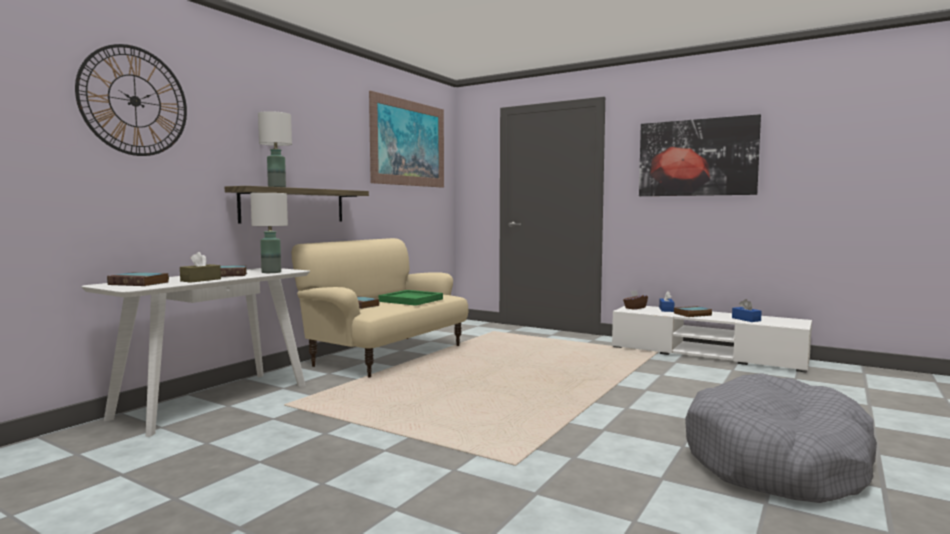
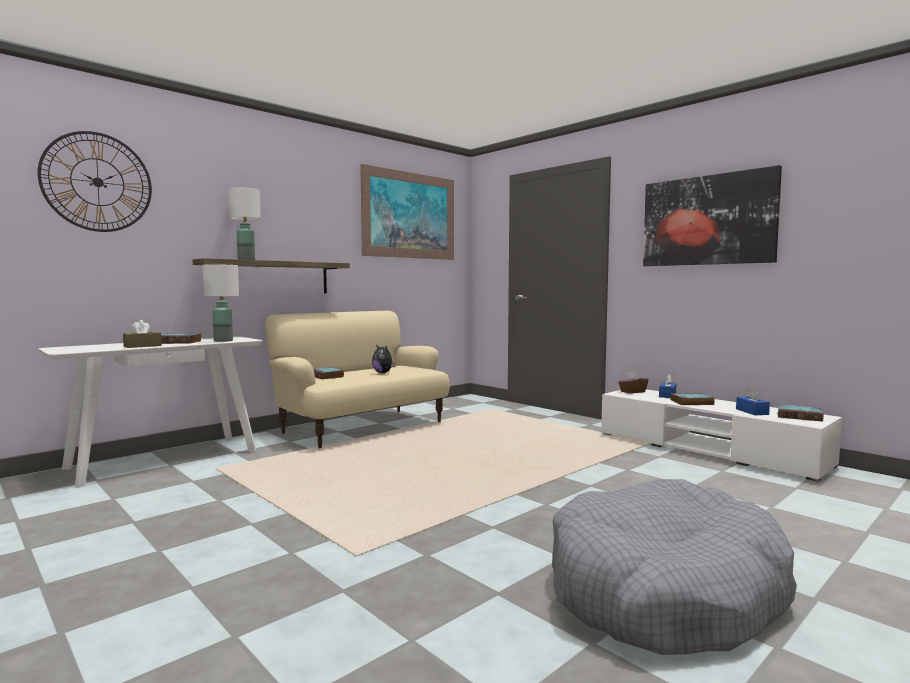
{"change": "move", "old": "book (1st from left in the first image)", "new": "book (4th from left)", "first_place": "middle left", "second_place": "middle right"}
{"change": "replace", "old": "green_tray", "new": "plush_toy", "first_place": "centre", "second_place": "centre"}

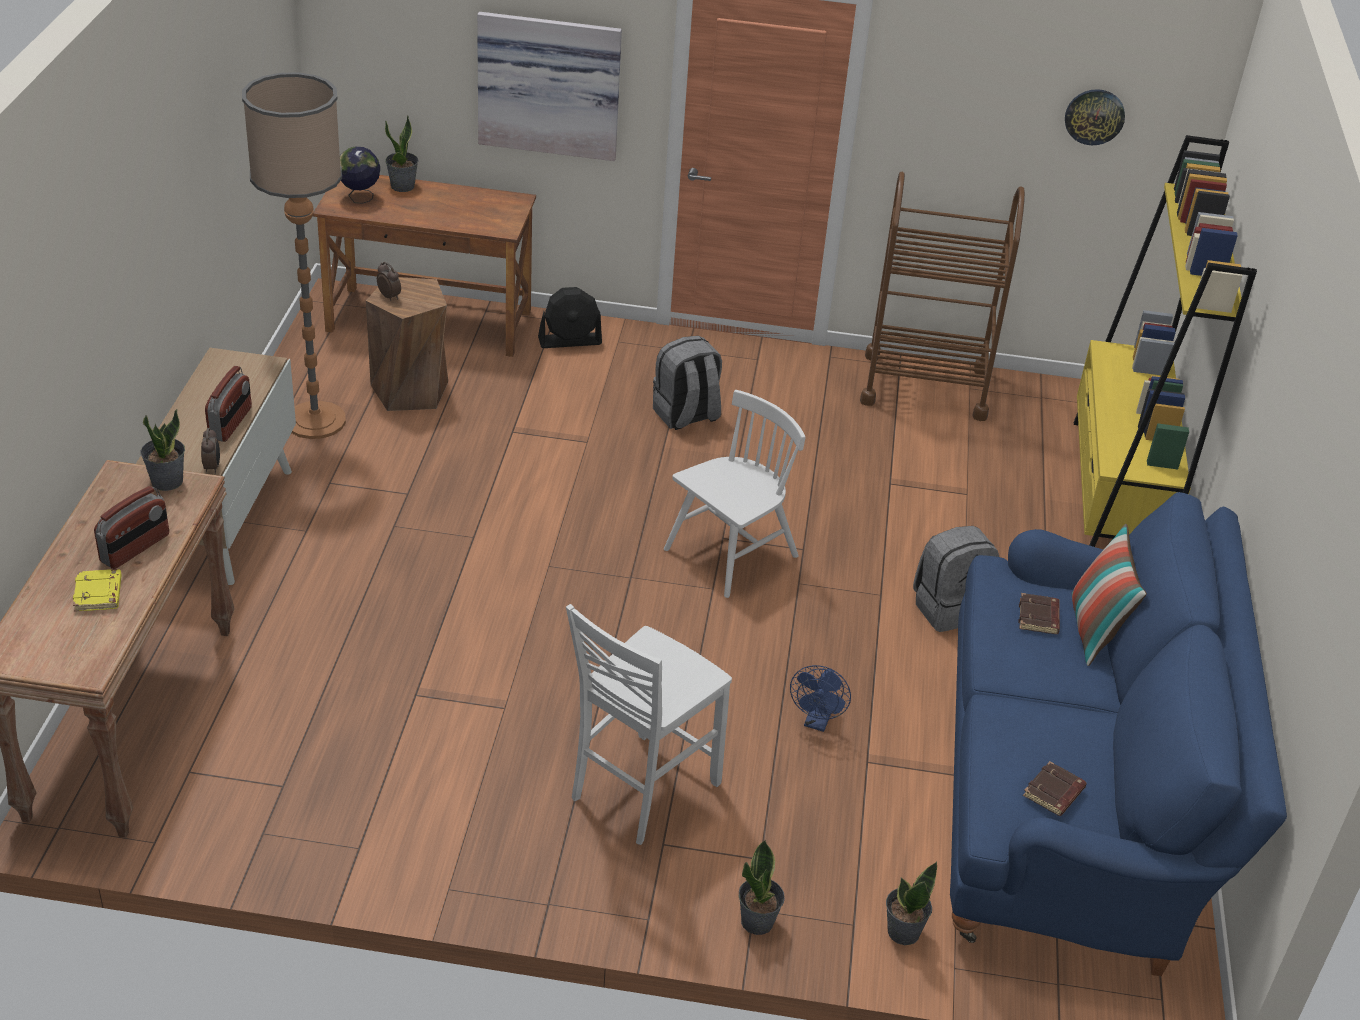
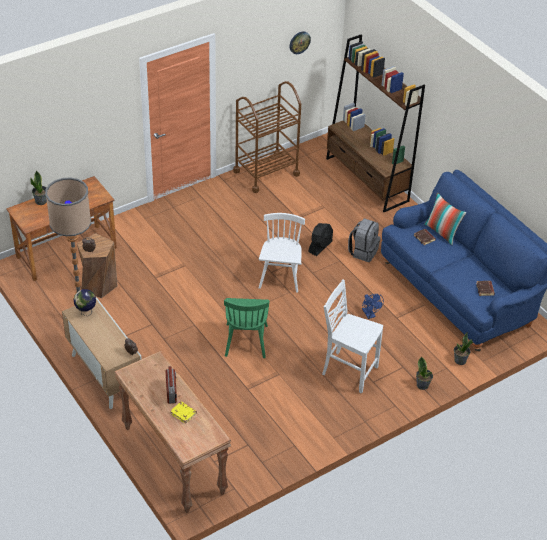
{"change": "delete", "old": "potted_plant (1st from left)", "first_place": "middle left"}
{"change": "delete", "old": "radio (2nd from left)", "first_place": "middle left"}
{"change": "move", "old": "globe", "first_place": "top left", "second_place": "middle left"}
{"change": "delete", "old": "picture", "first_place": "top centre"}
{"change": "move", "old": "black_fan", "first_place": "top centre", "second_place": "centre"}
{"change": "rotate", "old": "white_chair (1st from left in the first image)", "first_place": "bottom centre", "second_place": "centre", "degrees": 120}
{"change": "delete", "old": "grey_backpack (1st from left)", "first_place": "centre"}
{"change": "recolor", "old": "yellow_bookcase", "new": "brown_bookcase", "first_place": "middle right", "second_place": "top right"}
{"change": "insert", "new": "green_chair", "second_place": "centre"}

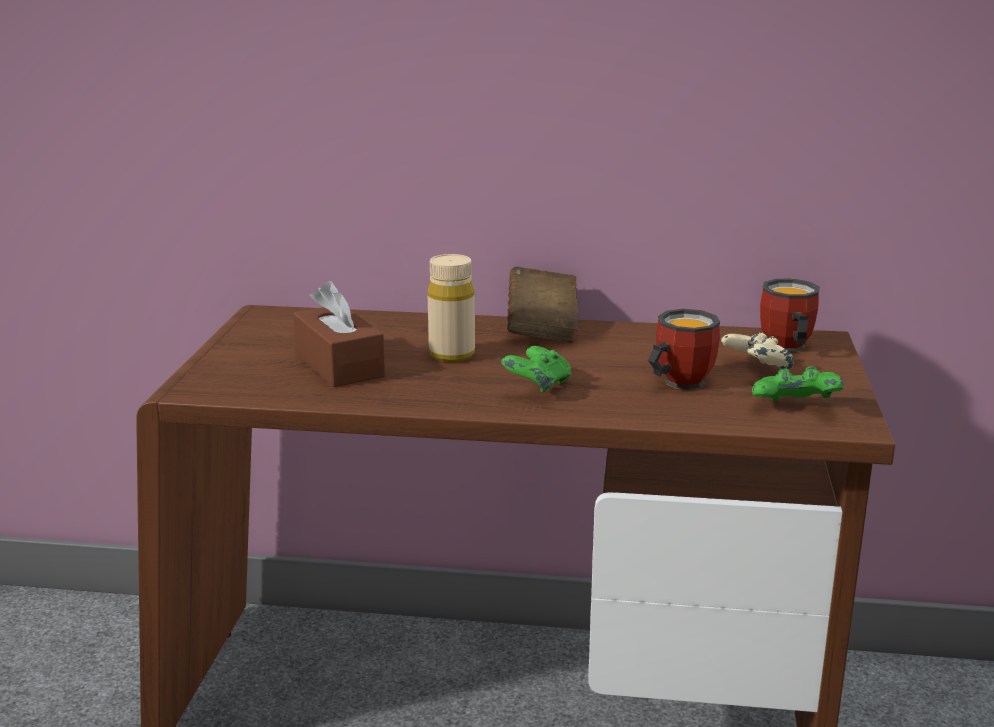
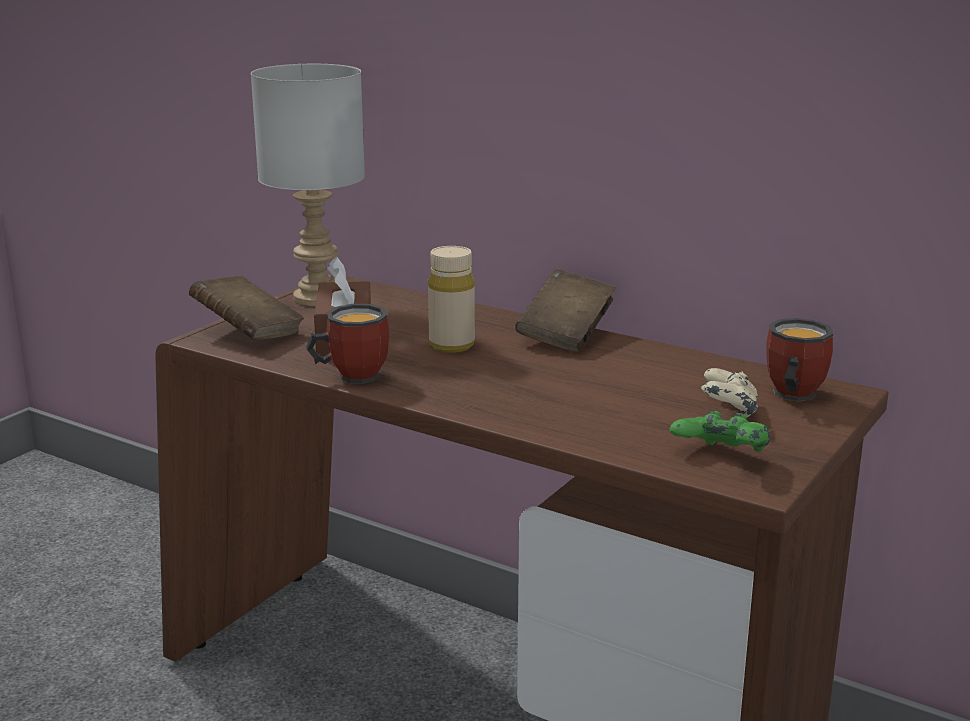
{"change": "delete", "old": "green_game_controller (1st from left)", "first_place": "centre"}
{"change": "move", "old": "mug (1st from left)", "first_place": "middle right", "second_place": "centre"}
{"change": "insert", "new": "brown_book (1st from left)", "second_place": "middle left"}
{"change": "insert", "new": "grey_table_lamp", "second_place": "top left"}

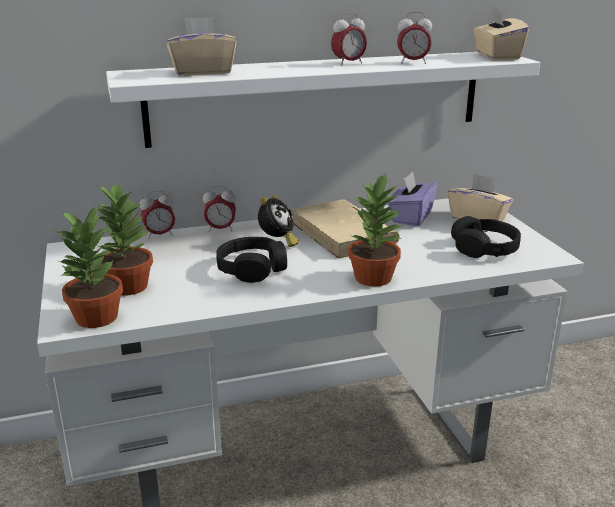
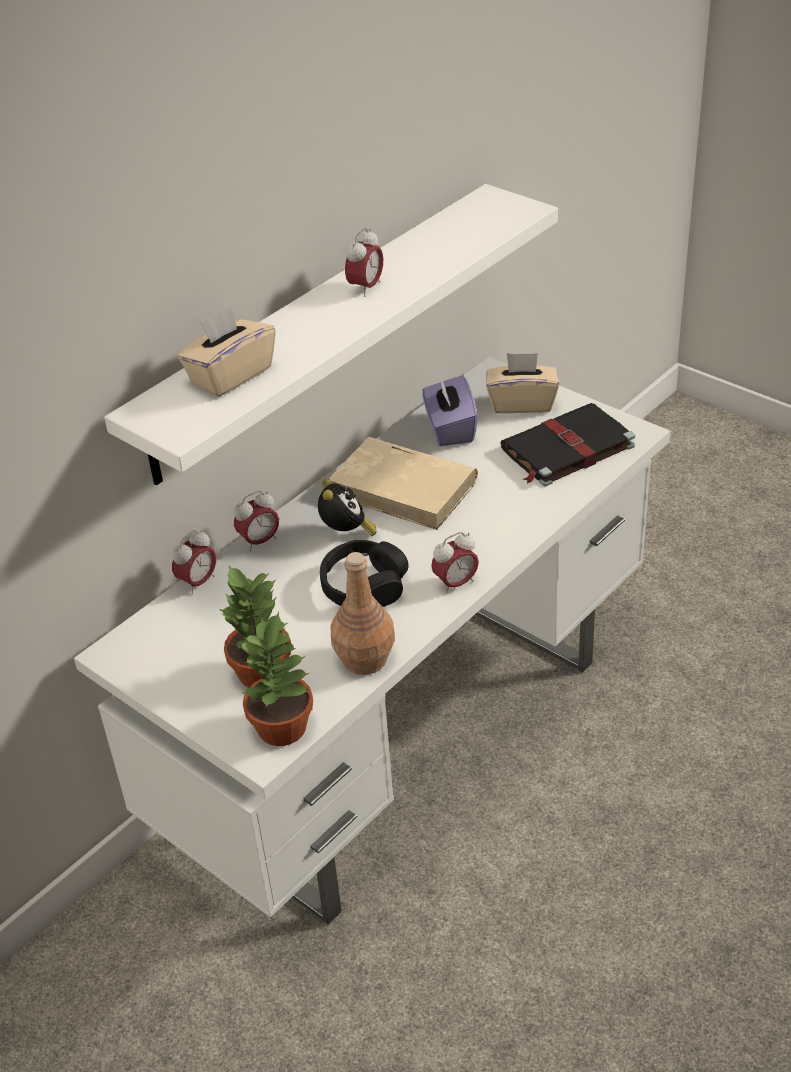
{"change": "delete", "old": "potted_plant (3rd from left)", "first_place": "centre"}
{"change": "move", "old": "alarm_clock (5th from left)", "first_place": "top right", "second_place": "centre"}
{"change": "replace", "old": "black_headphones (2nd from left)", "new": "black_book", "first_place": "middle right", "second_place": "middle right"}
{"change": "delete", "old": "beige_tissue_box (3rd from left)", "first_place": "top right"}
{"change": "insert", "new": "brown_bottle", "second_place": "centre"}

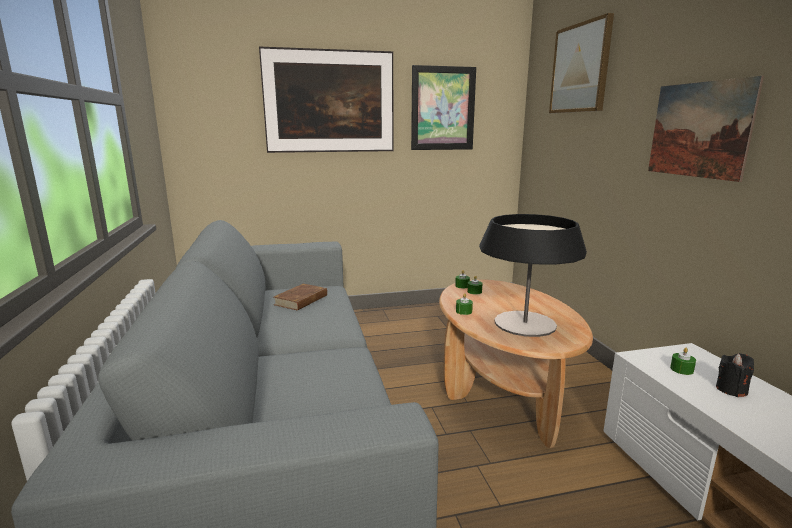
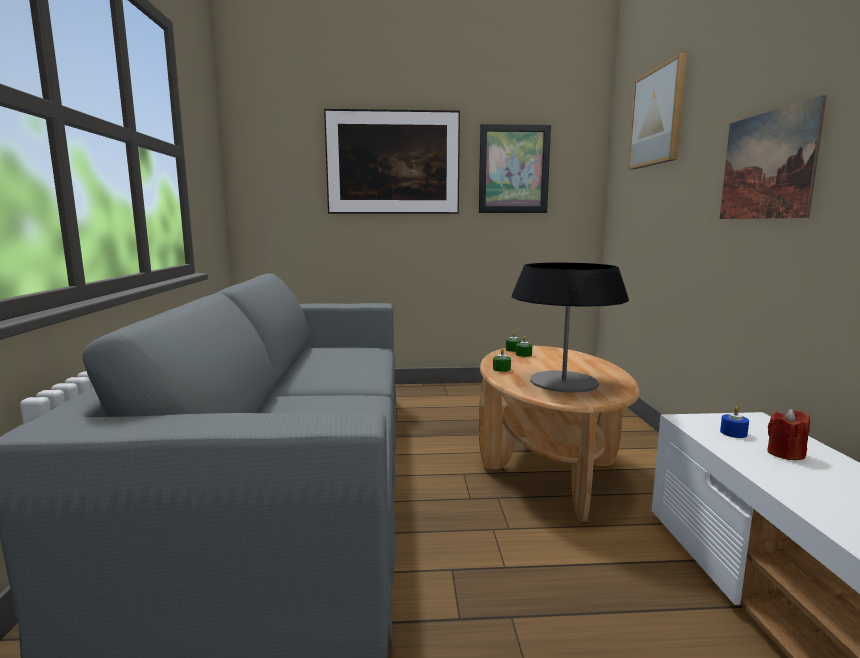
{"change": "delete", "old": "brown_book", "first_place": "centre"}
{"change": "recolor", "old": "green_candle (4th from left)", "new": "blue_candle", "first_place": "bottom right", "second_place": "middle right"}
{"change": "recolor", "old": "black_candle", "new": "red_candle", "first_place": "bottom right", "second_place": "middle right"}

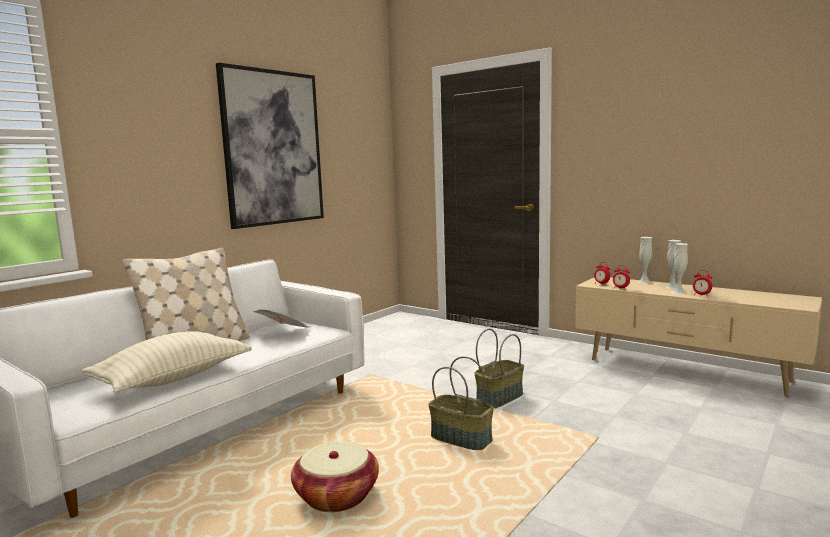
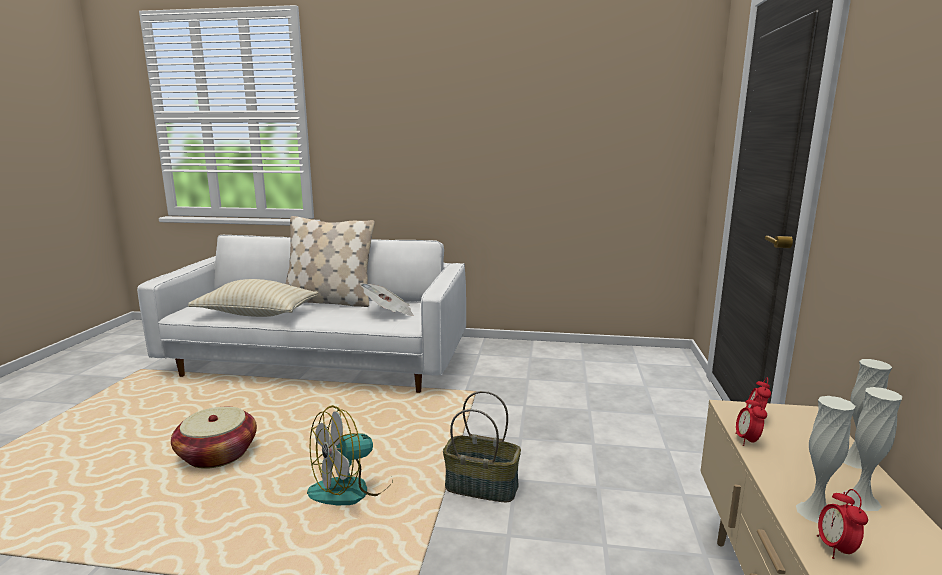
{"change": "delete", "old": "picture", "first_place": "top left"}
{"change": "replace", "old": "basket (2nd from left)", "new": "fan", "first_place": "bottom centre", "second_place": "bottom centre"}

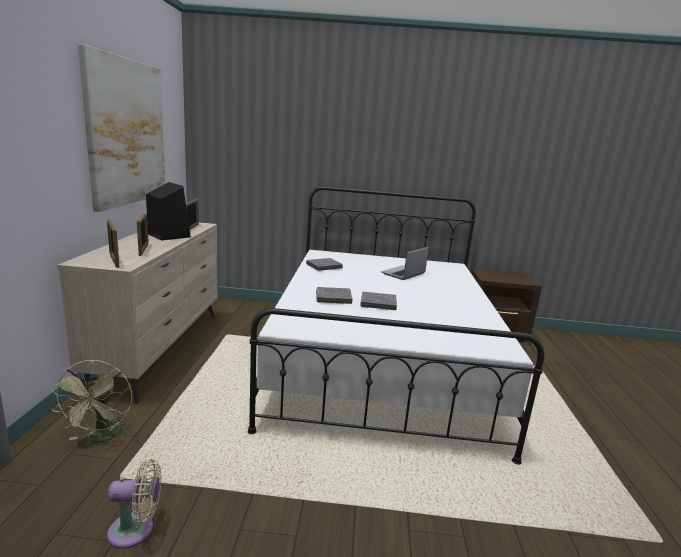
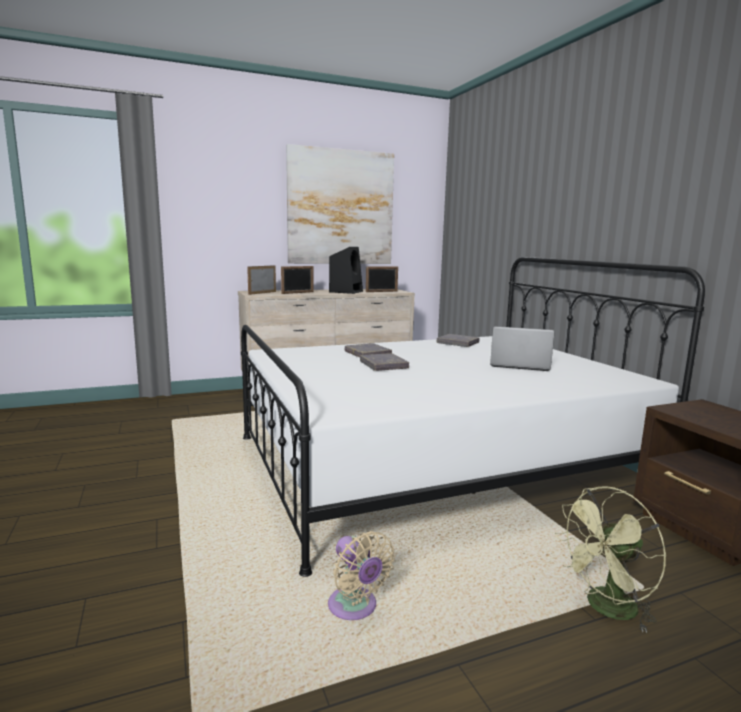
{"change": "move", "old": "green_fan", "first_place": "bottom left", "second_place": "bottom right"}
{"change": "move", "old": "beige_fan", "first_place": "bottom left", "second_place": "bottom centre"}

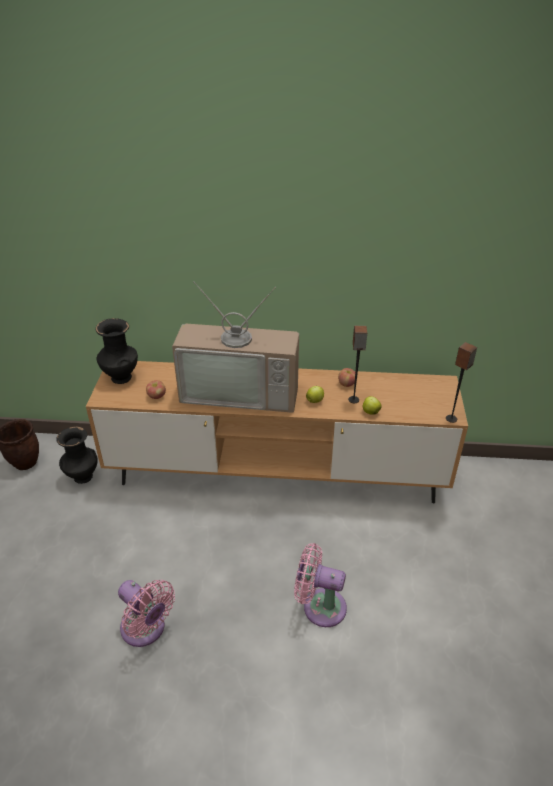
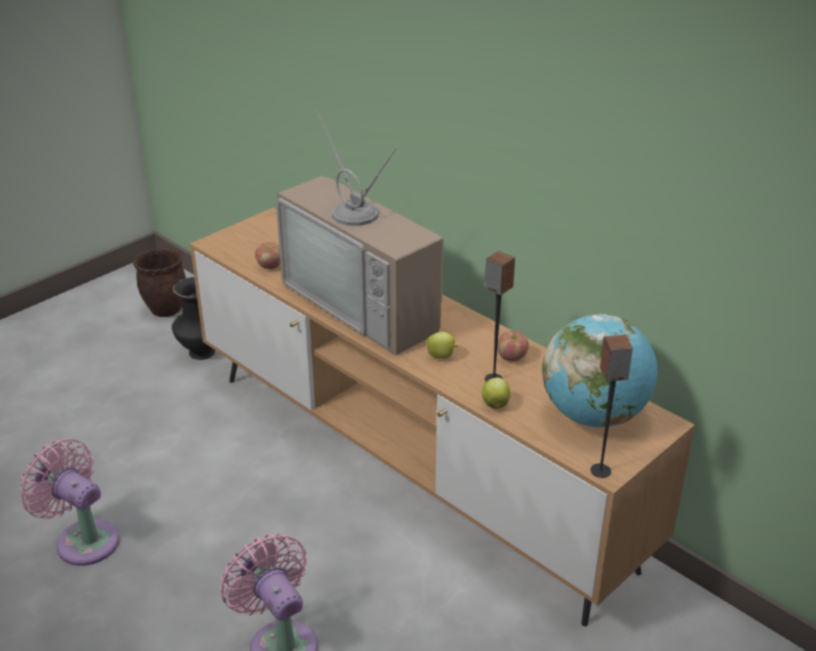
{"change": "delete", "old": "black_vase (2nd from left)", "first_place": "middle left"}
{"change": "rotate", "old": "pink_fan (1st from left)", "first_place": "bottom left", "second_place": "bottom left", "degrees": 135}
{"change": "insert", "new": "globe", "second_place": "middle right"}

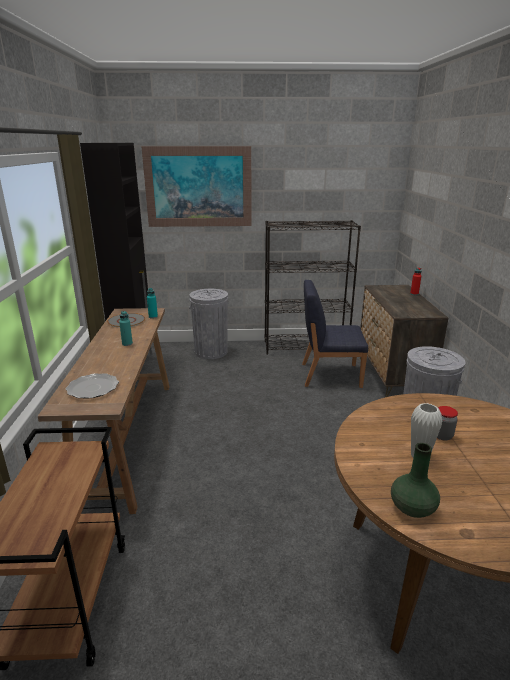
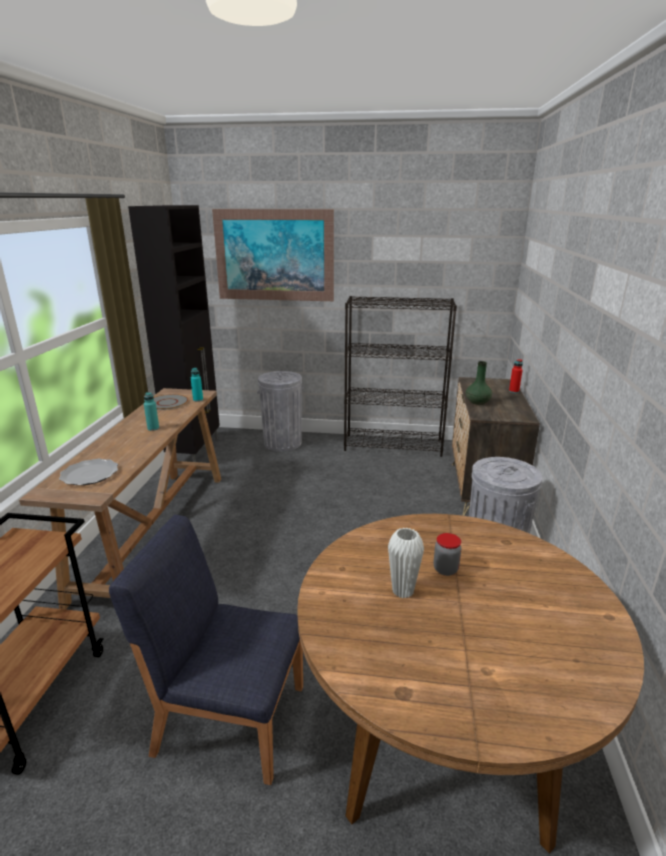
{"change": "move", "old": "blue_chair", "first_place": "centre", "second_place": "bottom left"}
{"change": "move", "old": "green_vase", "first_place": "bottom right", "second_place": "middle right"}

